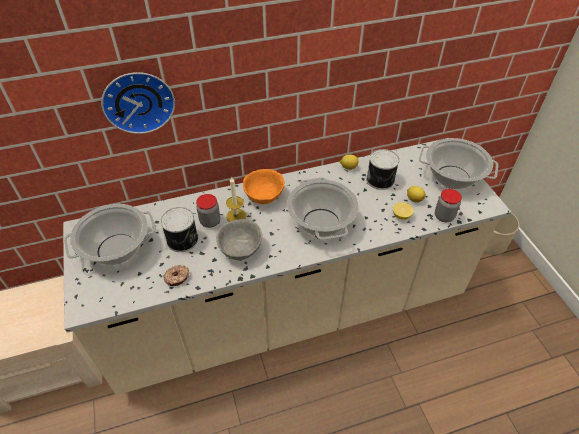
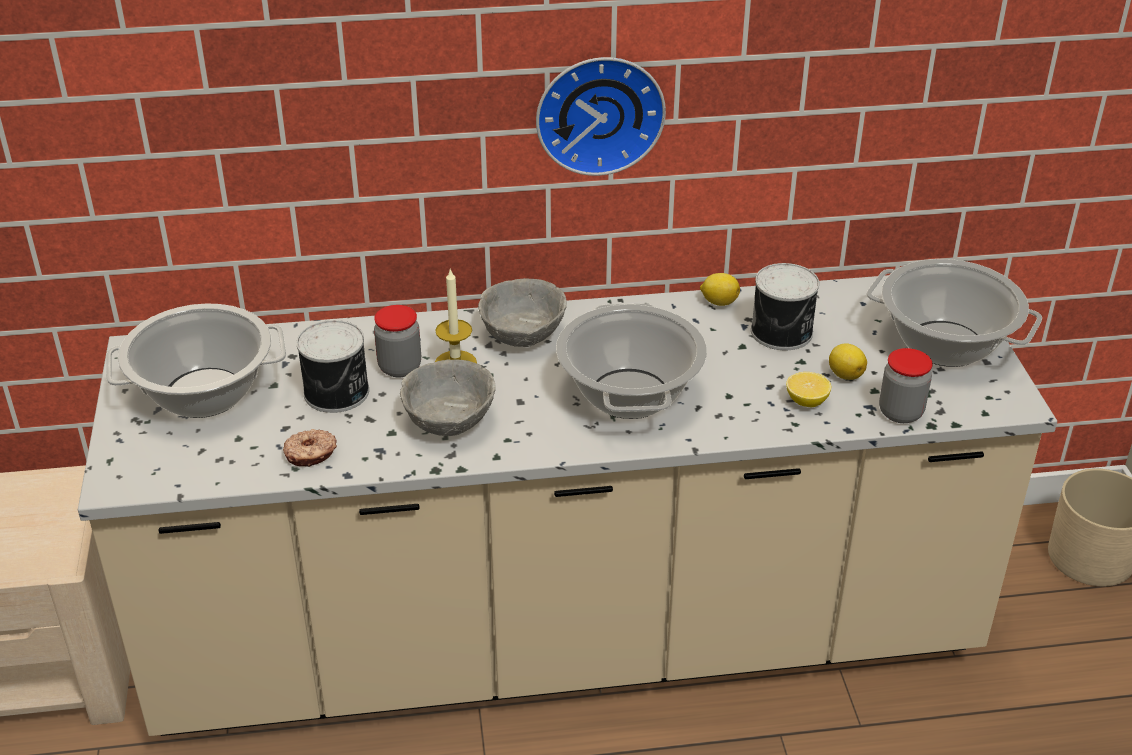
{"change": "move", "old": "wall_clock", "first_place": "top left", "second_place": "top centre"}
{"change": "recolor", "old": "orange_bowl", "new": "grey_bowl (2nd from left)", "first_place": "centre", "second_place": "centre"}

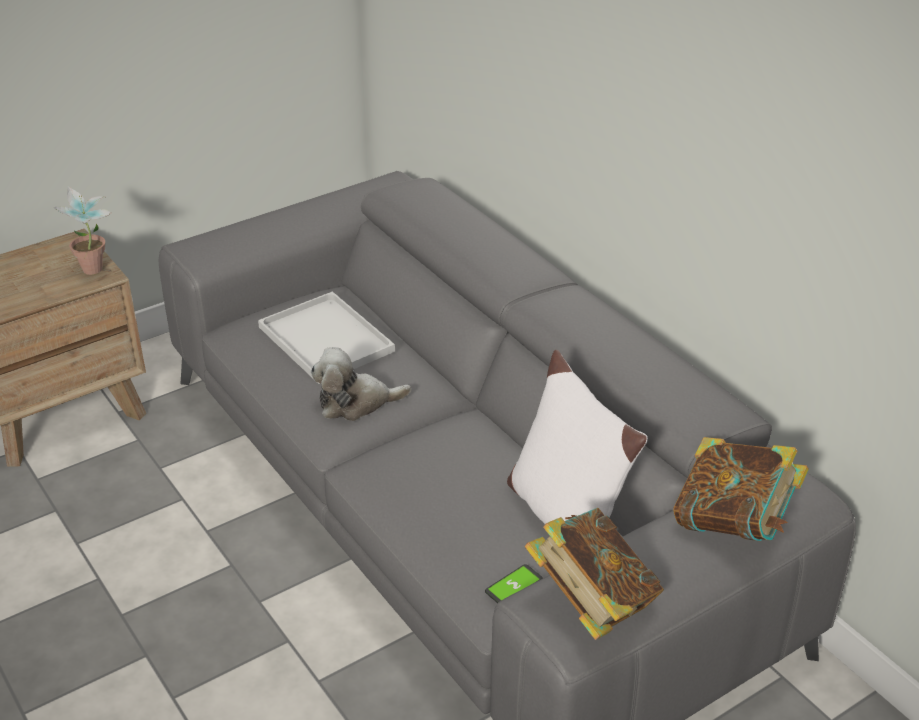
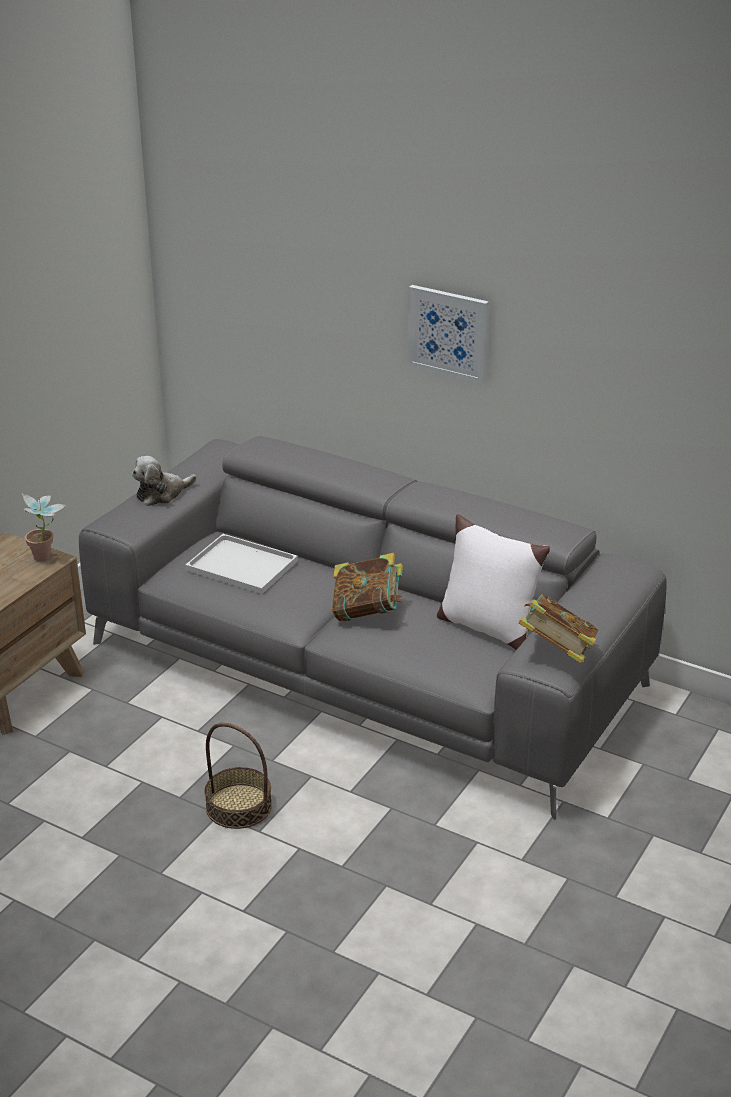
{"change": "move", "old": "plush_toy", "first_place": "centre", "second_place": "middle left"}
{"change": "delete", "old": "phone", "first_place": "bottom centre"}
{"change": "move", "old": "book (2nd from left in the first image)", "new": "book (1st from left)", "first_place": "bottom right", "second_place": "centre"}
{"change": "insert", "new": "basket", "second_place": "bottom left"}
{"change": "insert", "new": "picture", "second_place": "top centre"}

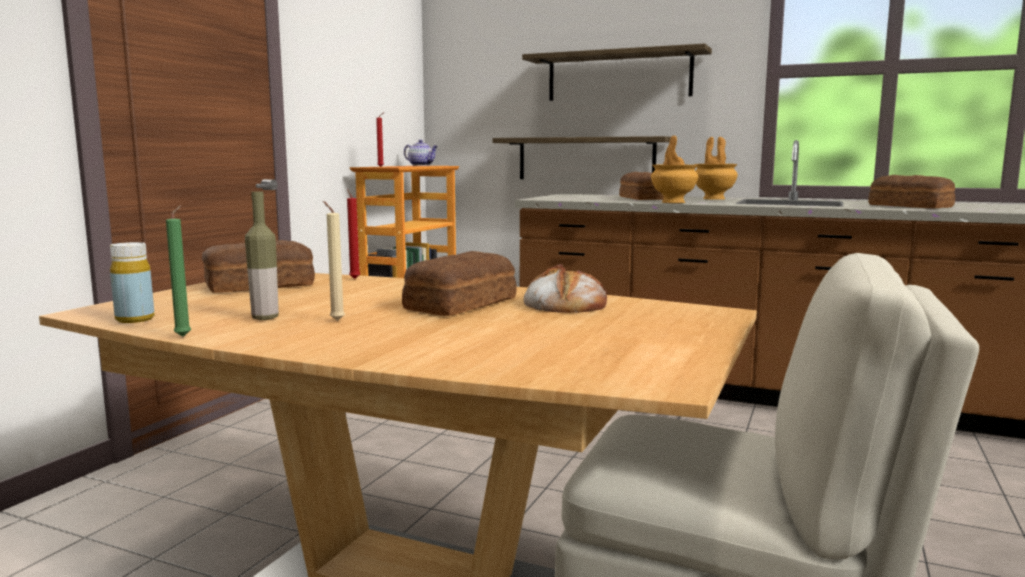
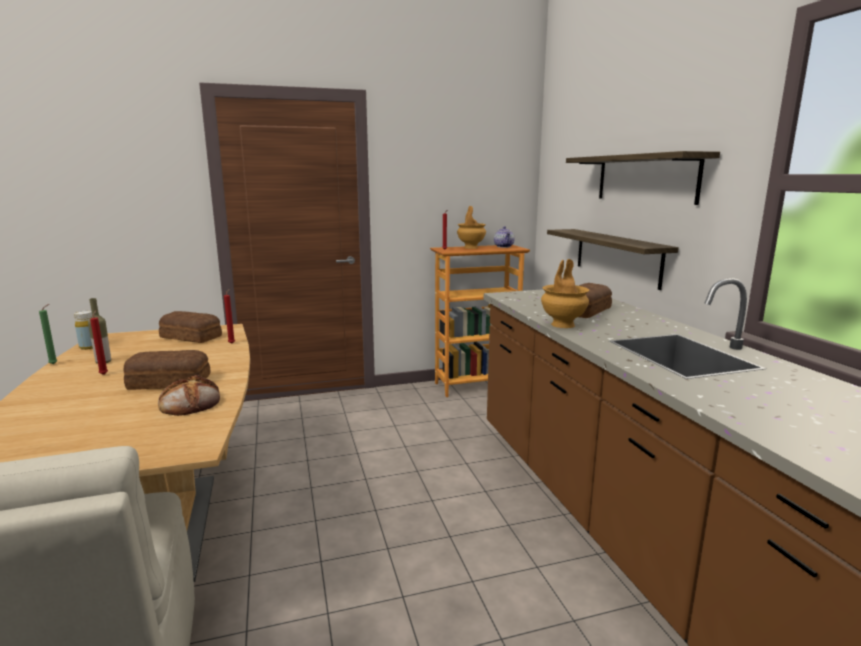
{"change": "recolor", "old": "beige_candle", "new": "red_candle (1st from left)", "first_place": "middle left", "second_place": "middle left"}
{"change": "move", "old": "brown_vase (2nd from left in the first image)", "new": "brown_vase (1st from left)", "first_place": "top right", "second_place": "centre"}
{"change": "delete", "old": "bread (5th from left)", "first_place": "top right"}

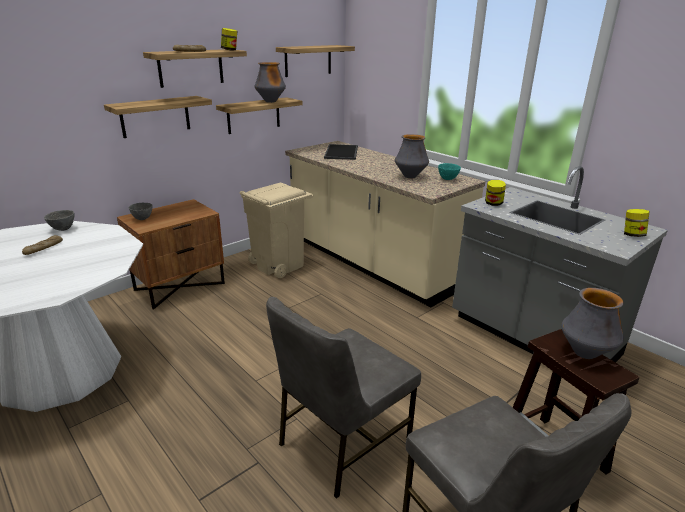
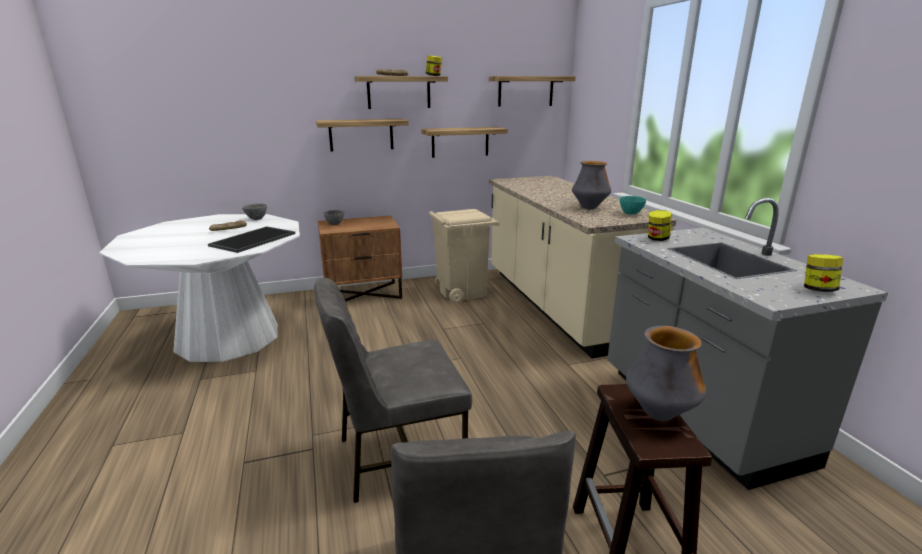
{"change": "delete", "old": "vase (1st from left)", "first_place": "top centre"}
{"change": "move", "old": "tray", "first_place": "top centre", "second_place": "middle left"}

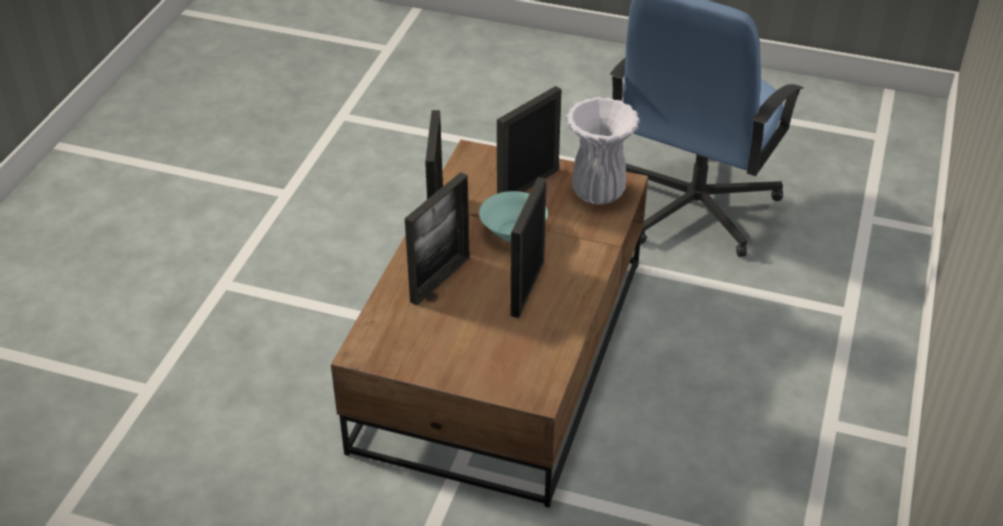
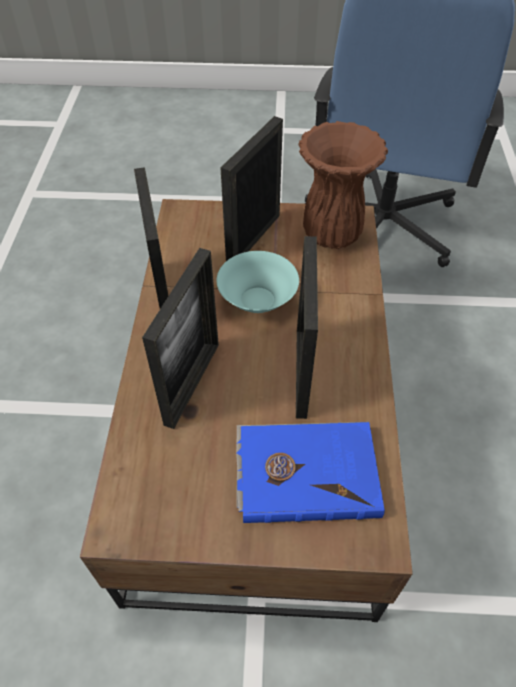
{"change": "recolor", "old": "white_vase", "new": "brown_vase", "first_place": "top centre", "second_place": "top centre"}
{"change": "insert", "new": "blue_book", "second_place": "bottom centre"}

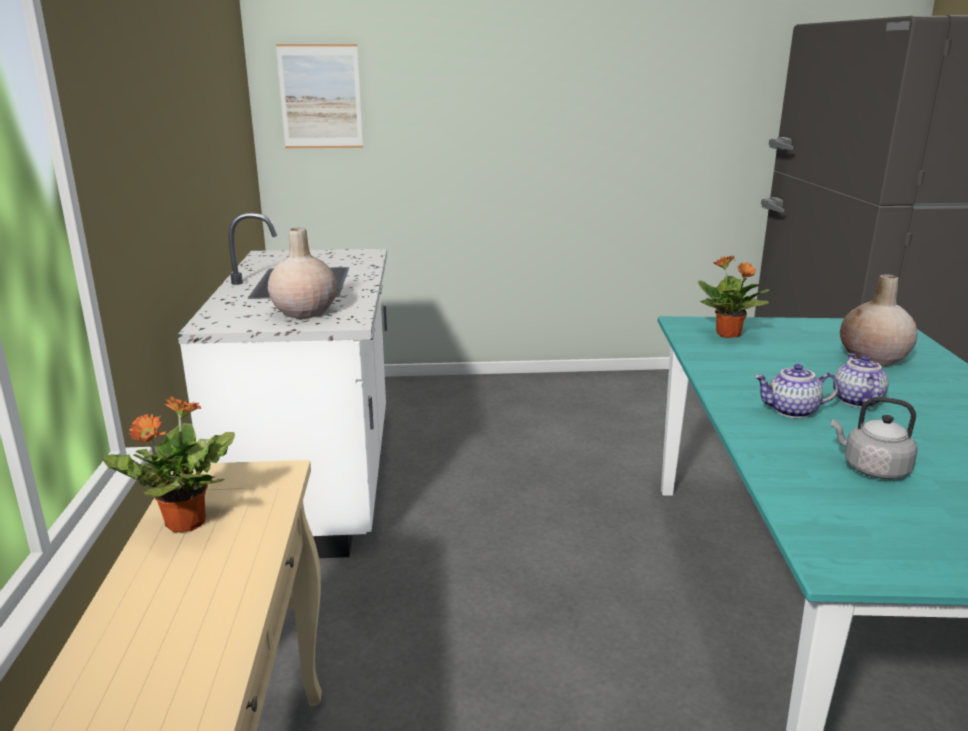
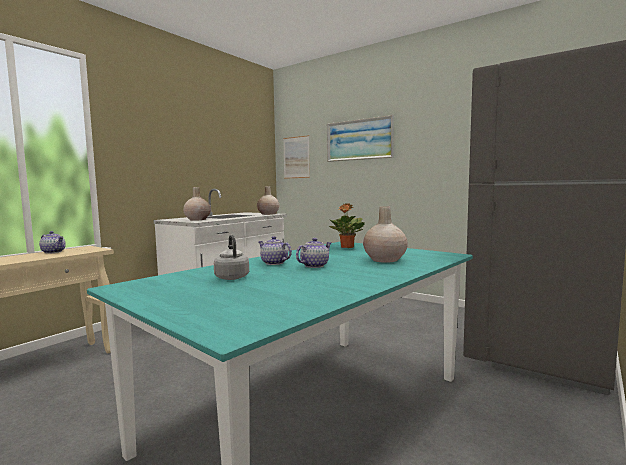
{"change": "replace", "old": "potted_plant (1st from left)", "new": "teapot (1st from left)", "first_place": "middle left", "second_place": "middle left"}
{"change": "insert", "new": "beige_vase (2nd from left)", "second_place": "centre"}
{"change": "insert", "new": "picture (2nd from left)", "second_place": "top centre"}

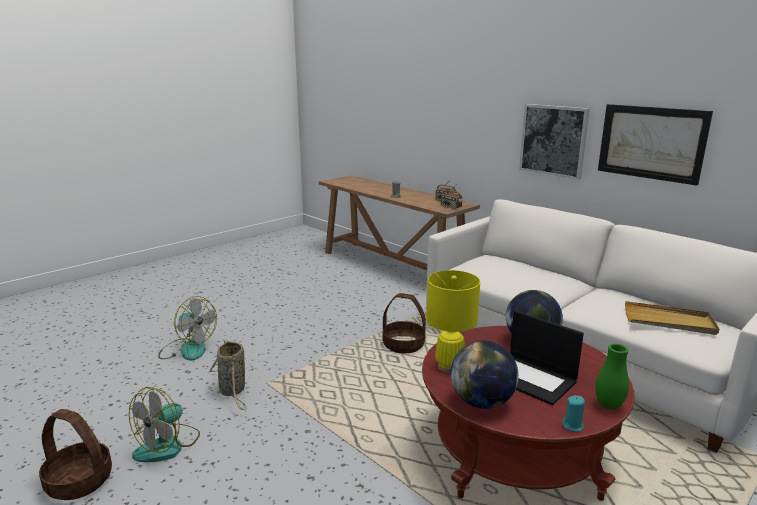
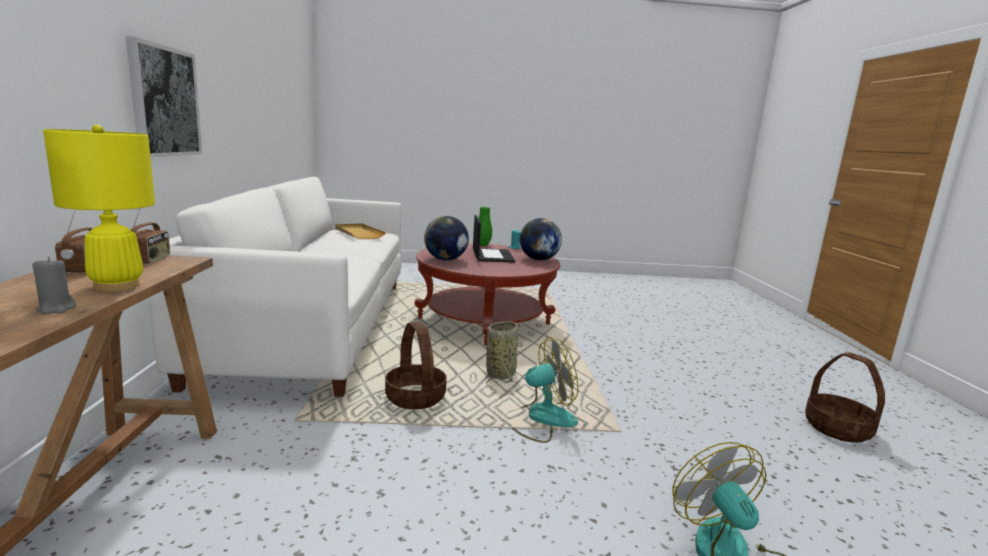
{"change": "move", "old": "fan (1st from left)", "first_place": "bottom left", "second_place": "bottom centre"}
{"change": "move", "old": "basket (2nd from left)", "first_place": "bottom left", "second_place": "centre"}
{"change": "move", "old": "yellow_table_lamp", "first_place": "centre", "second_place": "middle left"}
{"change": "delete", "old": "picture (2nd from left)", "first_place": "top right"}

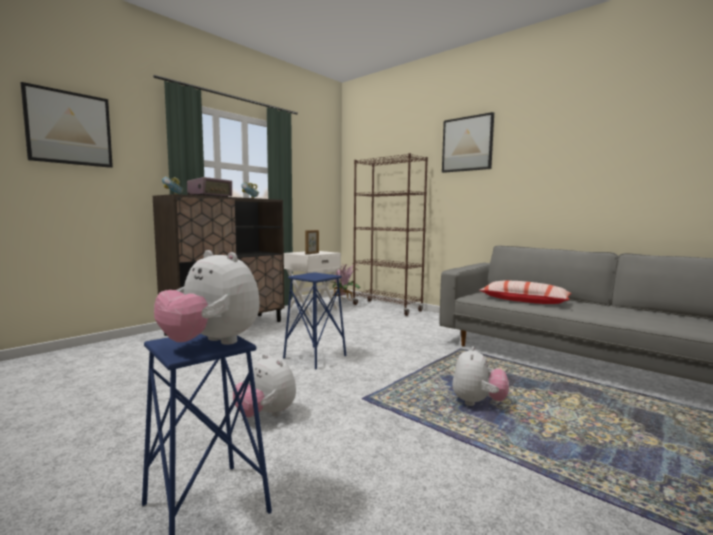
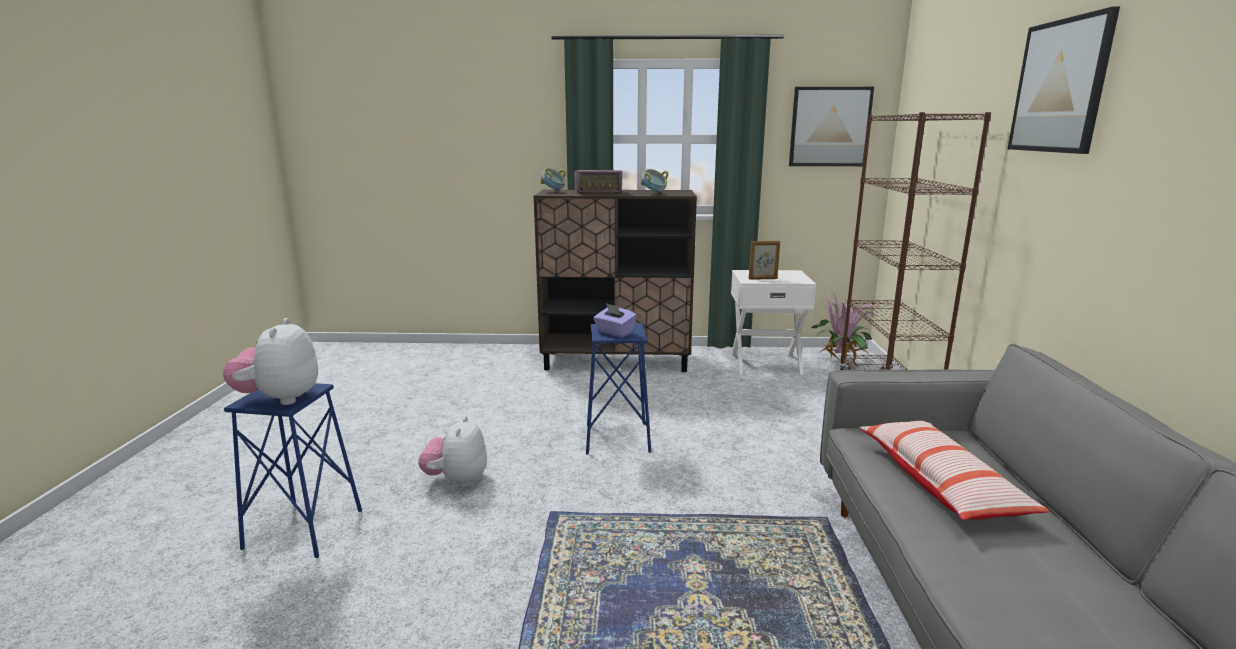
{"change": "move", "old": "picture (1st from left)", "first_place": "top left", "second_place": "top right"}
{"change": "delete", "old": "plush_toy (3rd from left)", "first_place": "bottom right"}
{"change": "insert", "new": "purple_tissue_box", "second_place": "centre"}

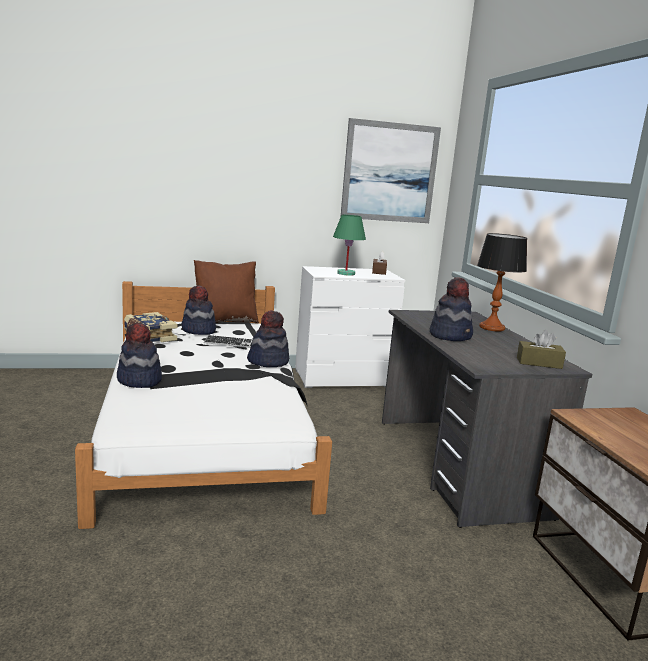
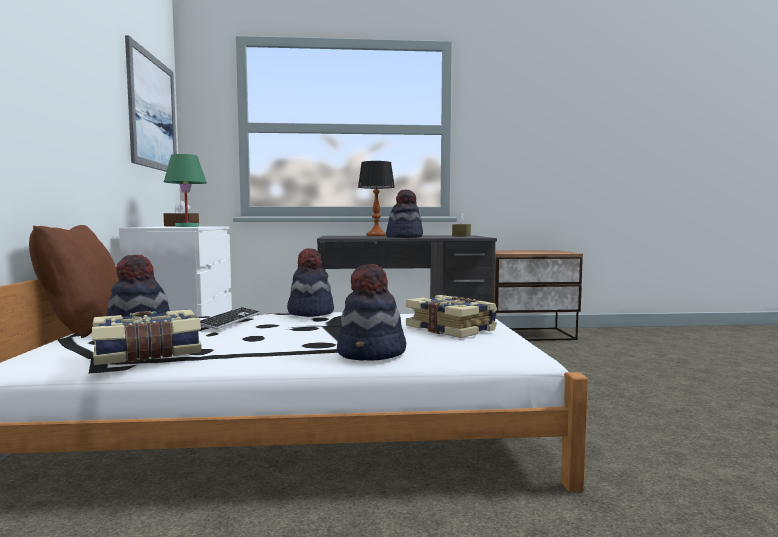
{"change": "insert", "new": "book (2nd from left)", "second_place": "centre"}

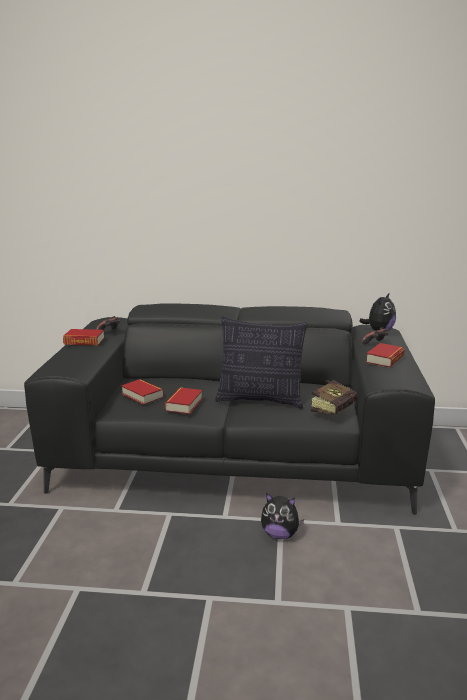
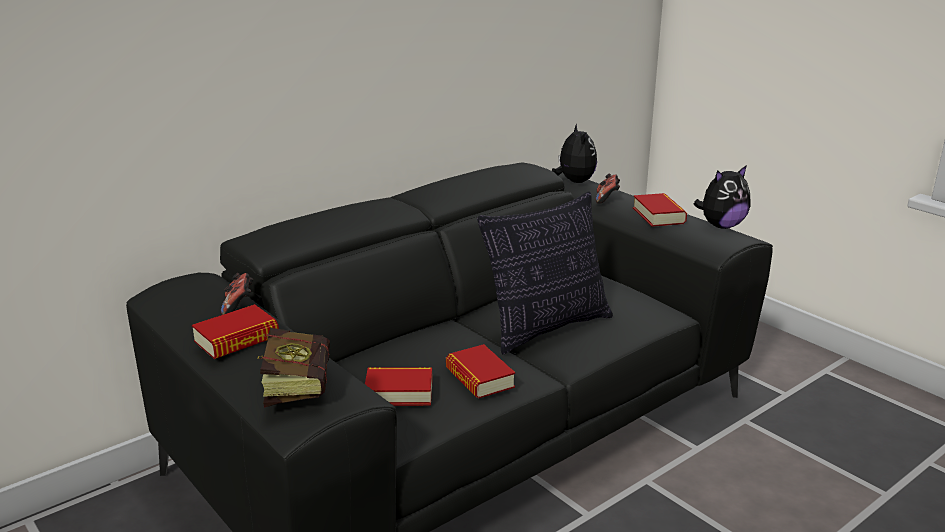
{"change": "move", "old": "plush_toy (1st from left in the first image)", "new": "plush_toy (2nd from left)", "first_place": "bottom centre", "second_place": "middle right"}
{"change": "move", "old": "book (4th from left in the first image)", "new": "book (2nd from left)", "first_place": "middle right", "second_place": "bottom left"}

